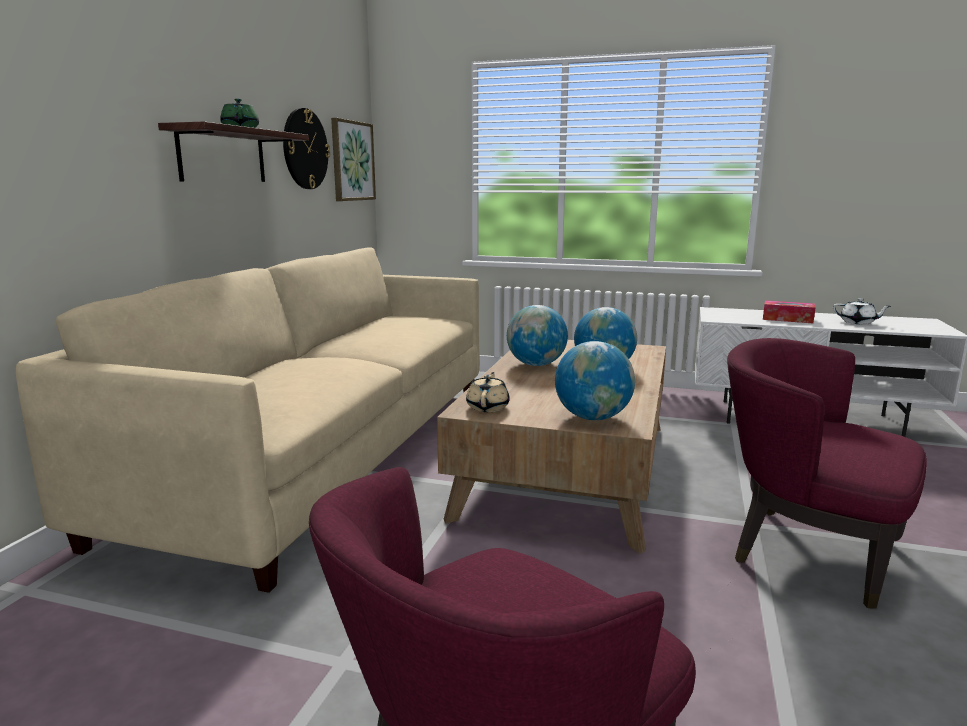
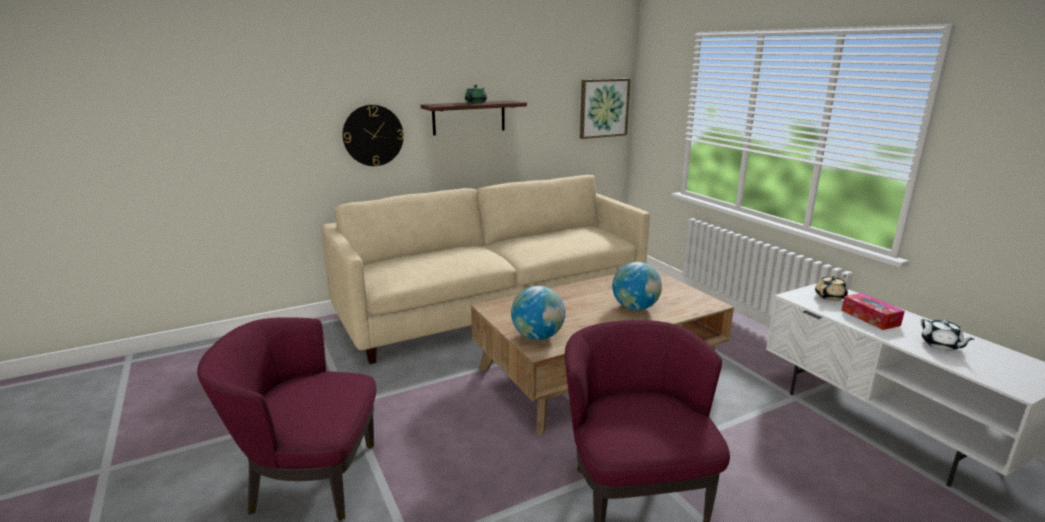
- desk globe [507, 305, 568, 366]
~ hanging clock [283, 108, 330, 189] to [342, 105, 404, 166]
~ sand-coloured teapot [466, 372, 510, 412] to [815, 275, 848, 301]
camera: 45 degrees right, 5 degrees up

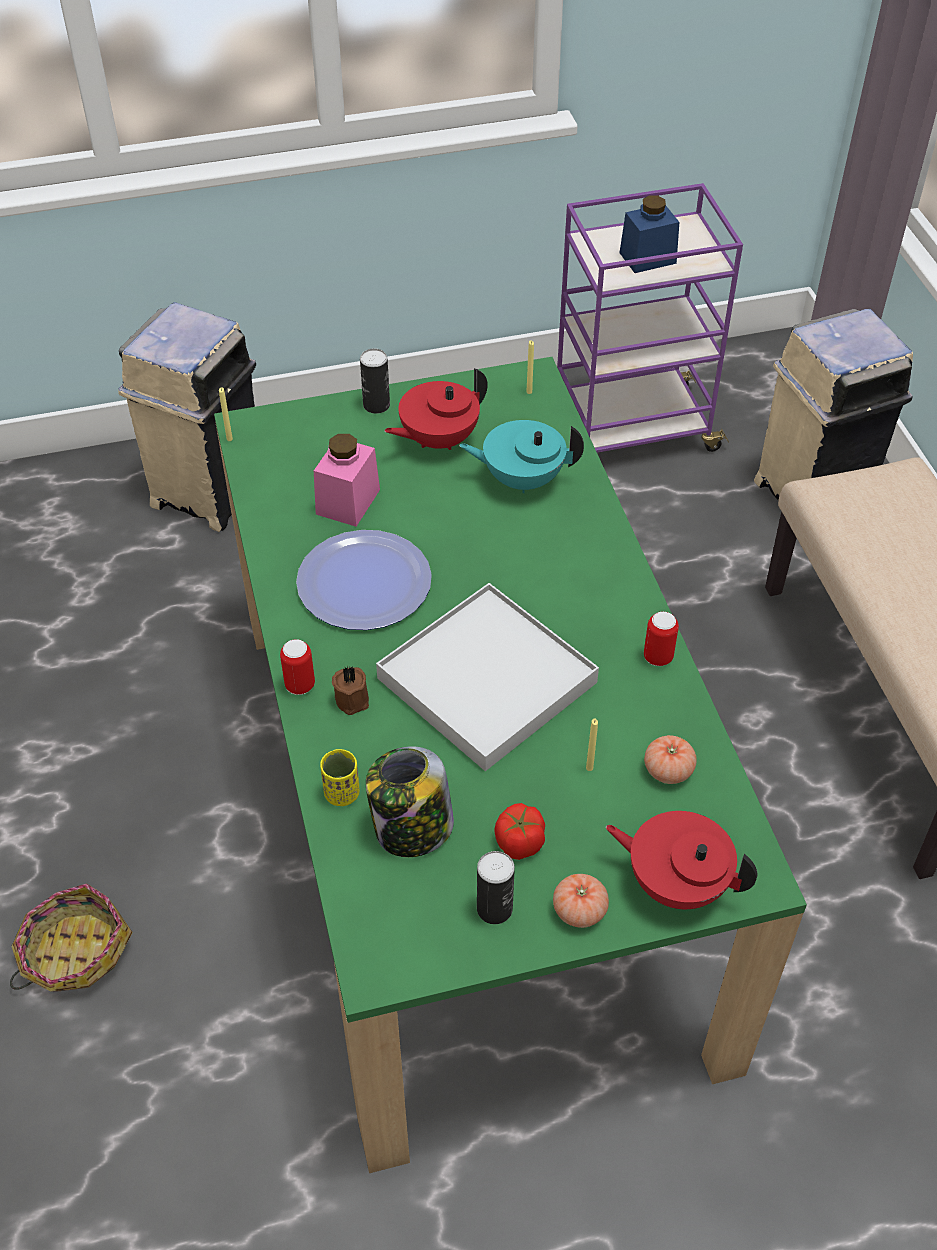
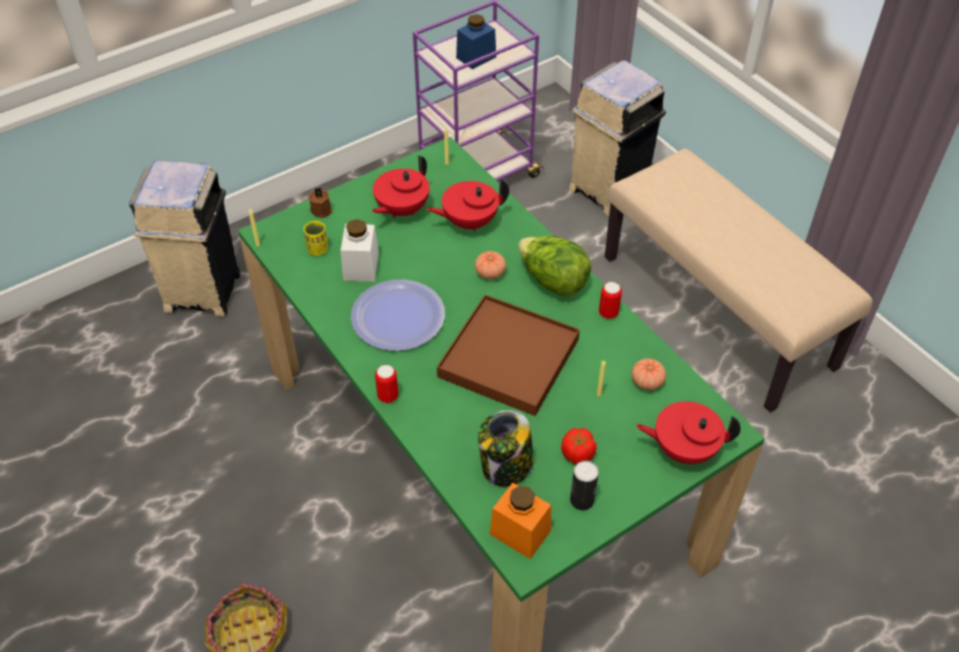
- sealed can [360, 348, 390, 414]
+ orange jar [490, 483, 551, 559]
+ lettuce [518, 236, 591, 296]
~ yellowish drinking cup [320, 749, 360, 806] to [304, 221, 328, 256]
~ brownish candle [332, 666, 369, 715] to [308, 188, 332, 218]
~ tomato [553, 874, 609, 928] to [475, 251, 506, 279]
~ pink jar [314, 434, 380, 527] to whitish jar [340, 219, 379, 282]
~ whitish serving tray [376, 583, 599, 771] to brownish serving tray [437, 295, 580, 416]
~ turquoise-coloured teapot [459, 420, 584, 493] to reddish teapot [427, 178, 509, 231]
camera: 20 degrees left, 0 degrees up

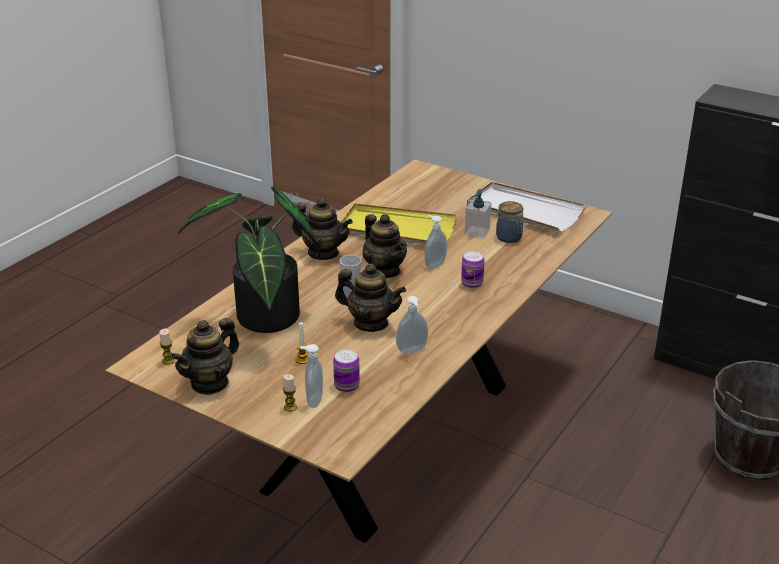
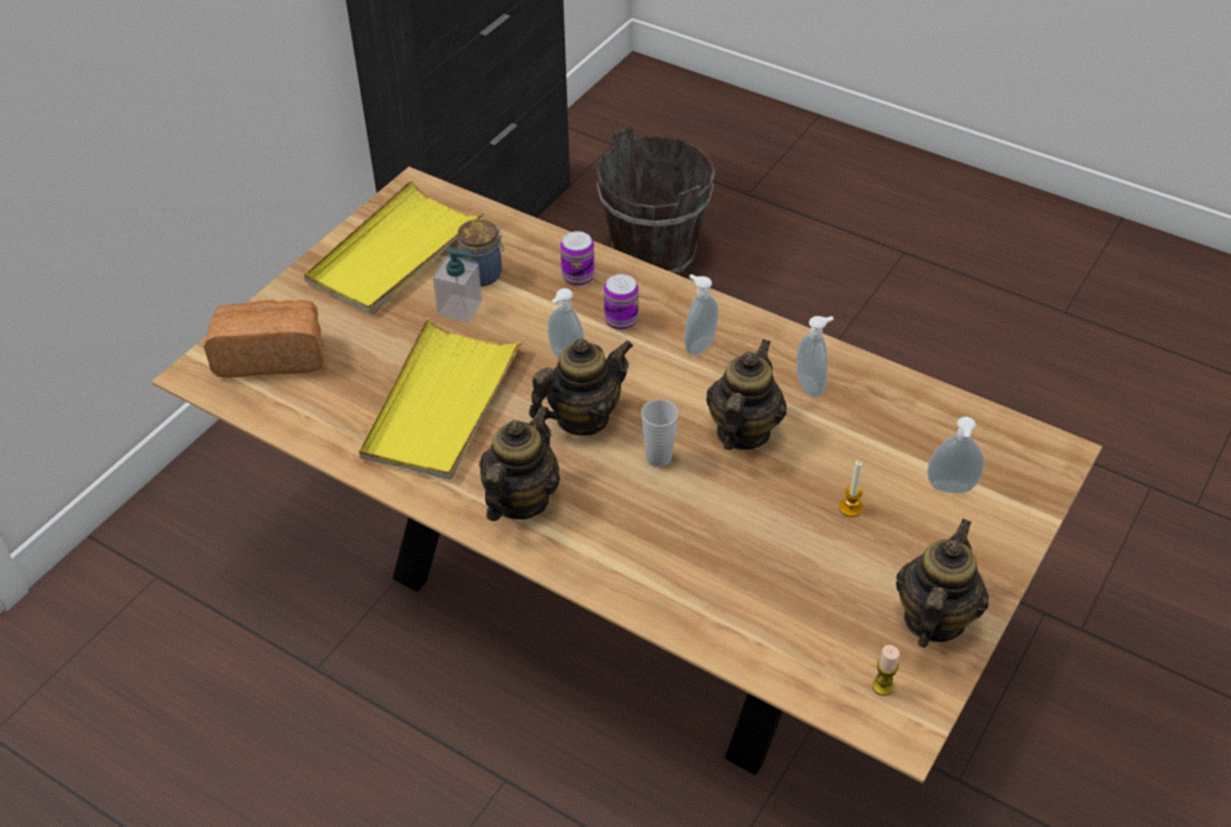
- plant in a pot [178, 187, 320, 333]
- candle [283, 374, 297, 411]
+ bread [204, 300, 324, 378]
+ soap bottle [684, 274, 718, 356]
~ sealed can [333, 350, 360, 392] to [560, 231, 595, 286]
~ whitish serving tray [467, 182, 586, 232] to yellowish serving tray [304, 179, 485, 315]
~ teapot [171, 318, 239, 395] = [896, 519, 989, 648] 105 degrees counterclockwise
camera: 90 degrees left, 15 degrees up

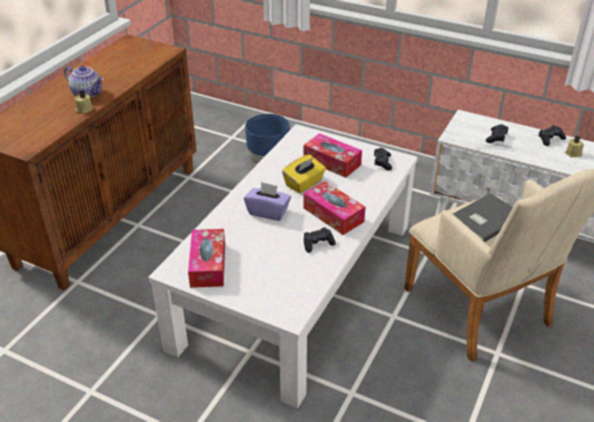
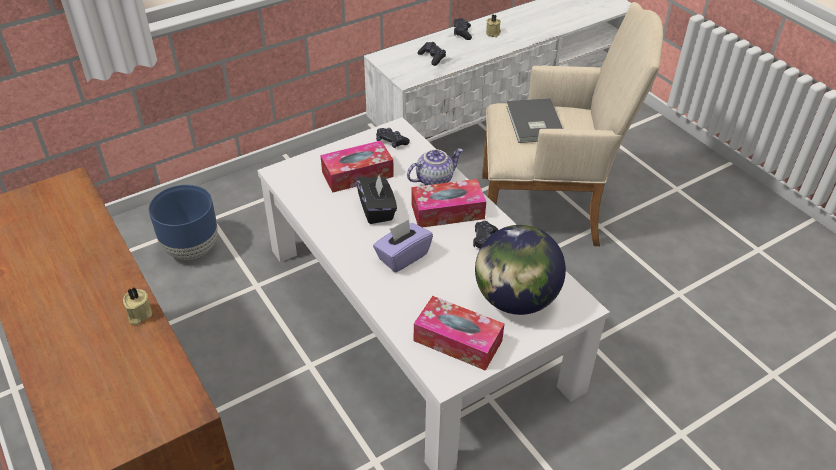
+ desk globe [475, 225, 566, 315]
~ teapot [64, 66, 103, 98] to [407, 148, 463, 185]
~ yellowish box of tissues [282, 155, 326, 194] to blackish box of tissues [356, 173, 397, 224]
camera: 60 degrees left, 5 degrees up

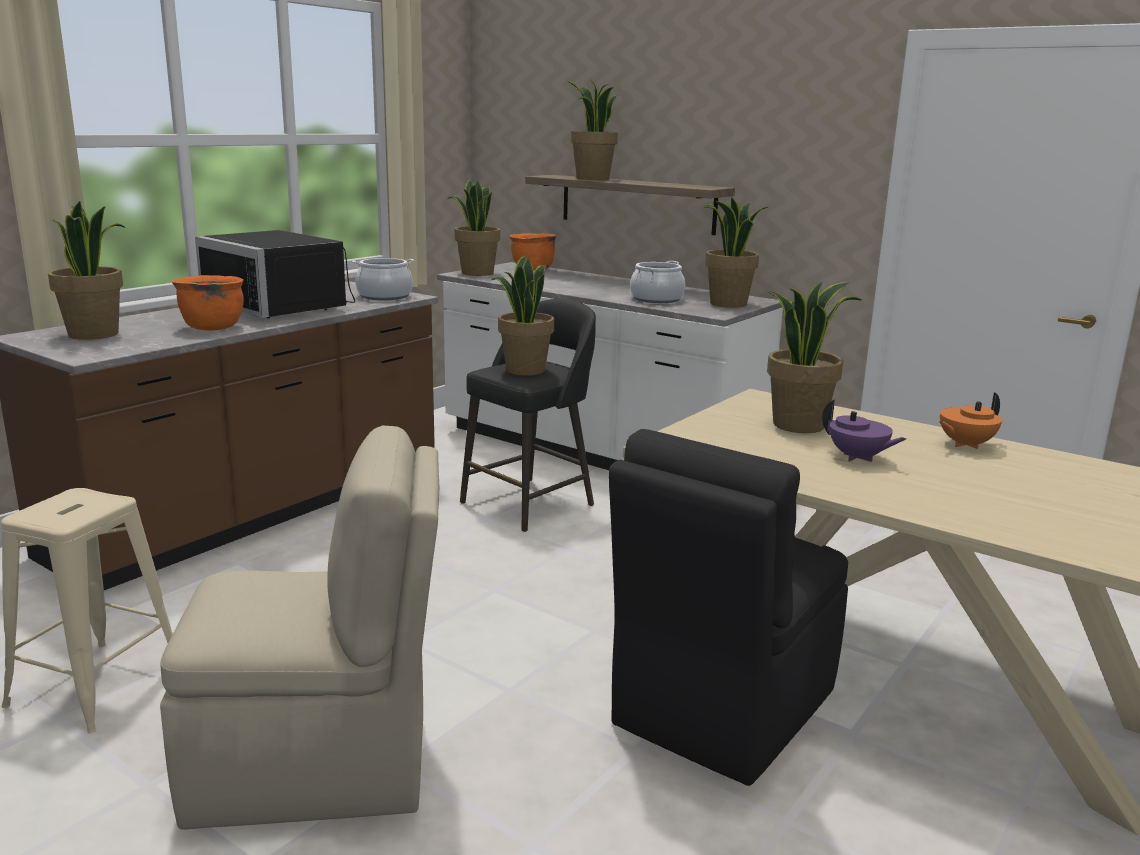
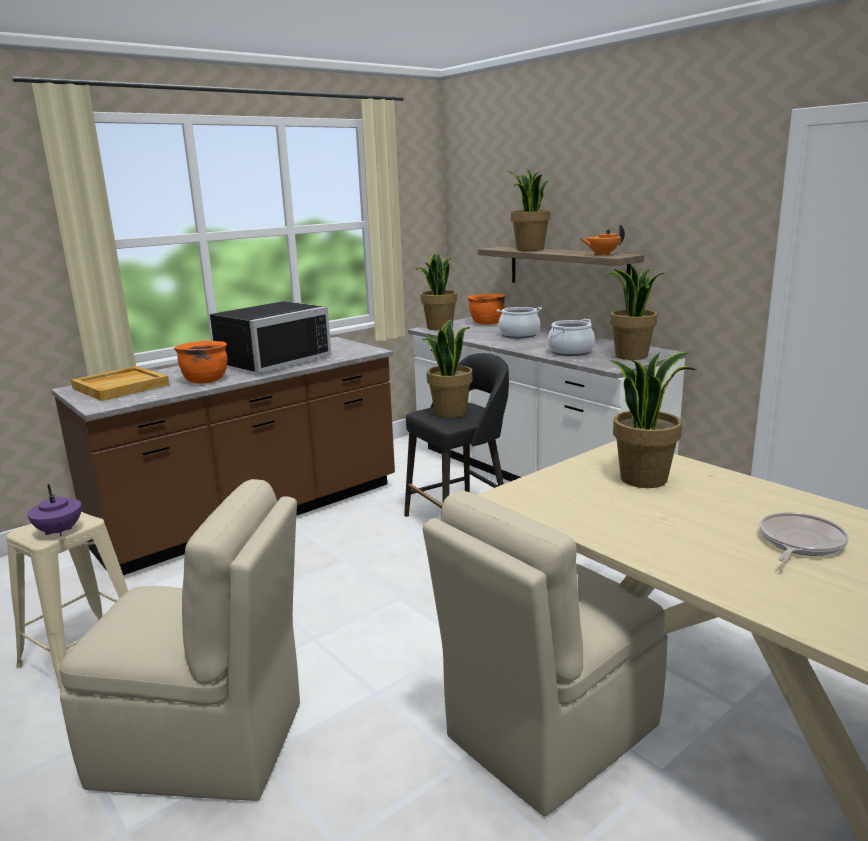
+ frying pan [760, 512, 849, 562]
~ saucepot [352, 258, 415, 301] to [497, 307, 542, 339]
~ purple teapot [822, 400, 906, 462] to [27, 484, 82, 536]
~ orange teapot [938, 392, 1002, 449] to [581, 224, 625, 256]
~ plant in a pot [48, 201, 126, 340] to sand-coloured serving tray [71, 366, 169, 401]
~ blackish upright chair [609, 429, 848, 786] to sand-coloured upright chair [423, 491, 668, 816]
~ blackish microwave [195, 230, 355, 319] = [210, 301, 331, 373] 105 degrees counterclockwise
camera: 15 degrees right, 0 degrees up

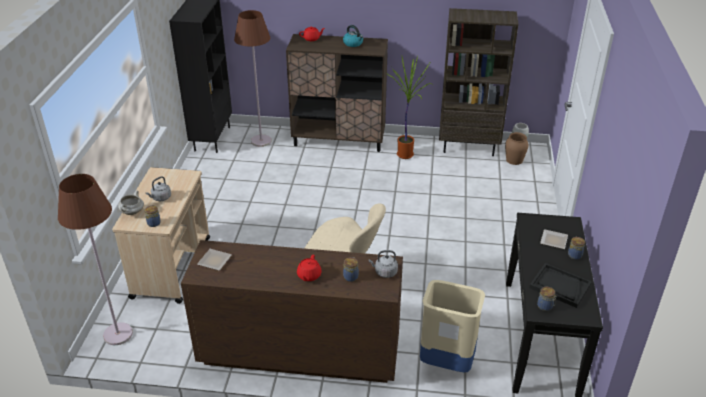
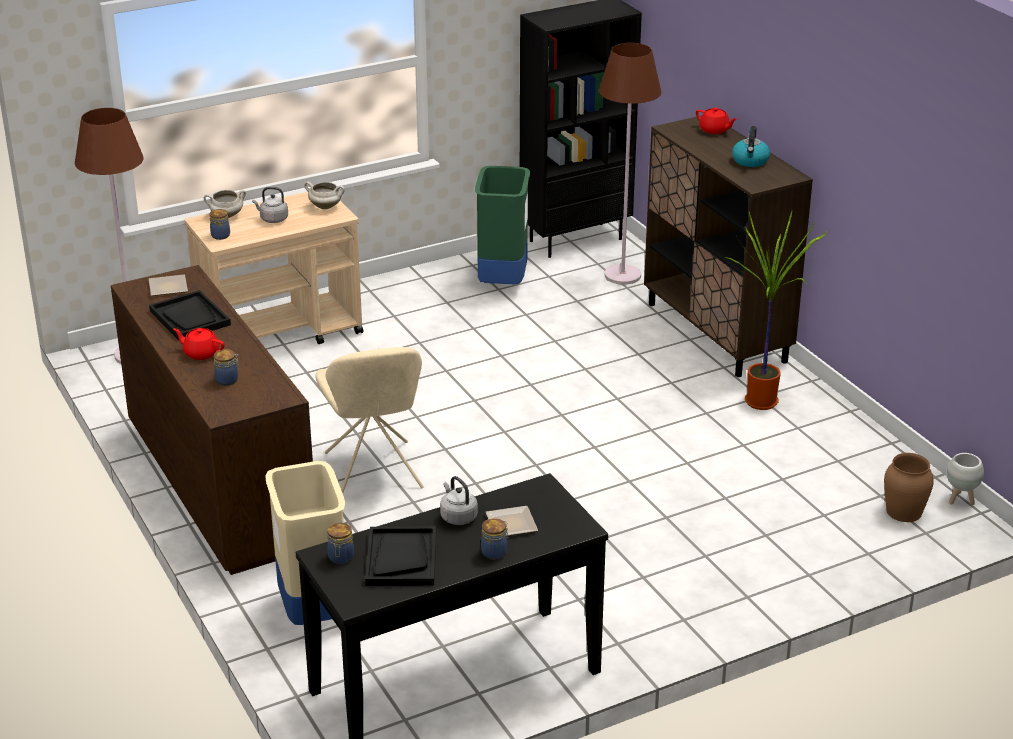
- brownish bookcase [439, 8, 518, 156]
+ blackish serving tray [149, 290, 231, 340]
+ whitish saucepot [304, 181, 345, 209]
+ green trash can [475, 166, 530, 284]
~ gray tea kettle [369, 250, 398, 278] to [440, 476, 478, 525]
~ reddish teapot [297, 255, 322, 281] = [173, 328, 225, 360] 45 degrees clockwise
camera: 55 degrees right, 5 degrees down

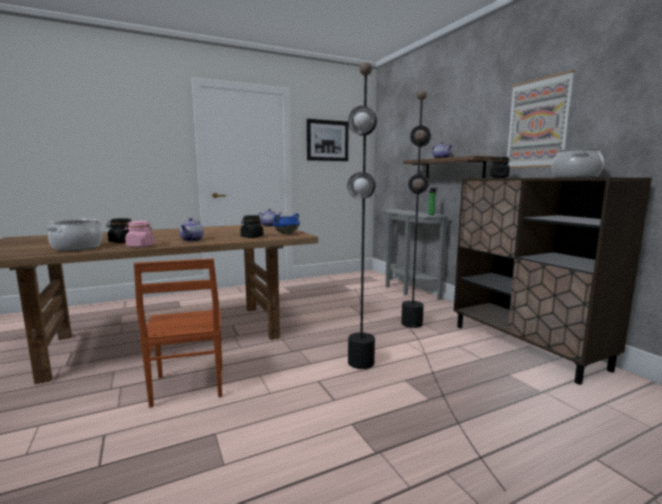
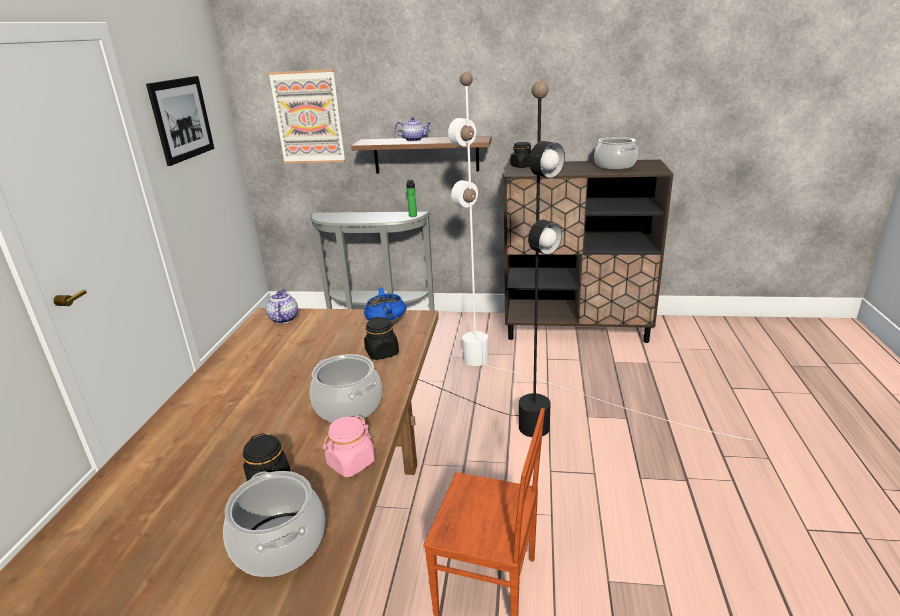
~ wall art [507, 70, 575, 168] to [268, 69, 345, 163]
~ teapot [179, 218, 204, 241] to saucepot [309, 354, 382, 423]
~ blackish standing lamp [401, 90, 506, 491] to whitish standing lamp [448, 72, 751, 440]
camera: 55 degrees left, 15 degrees up

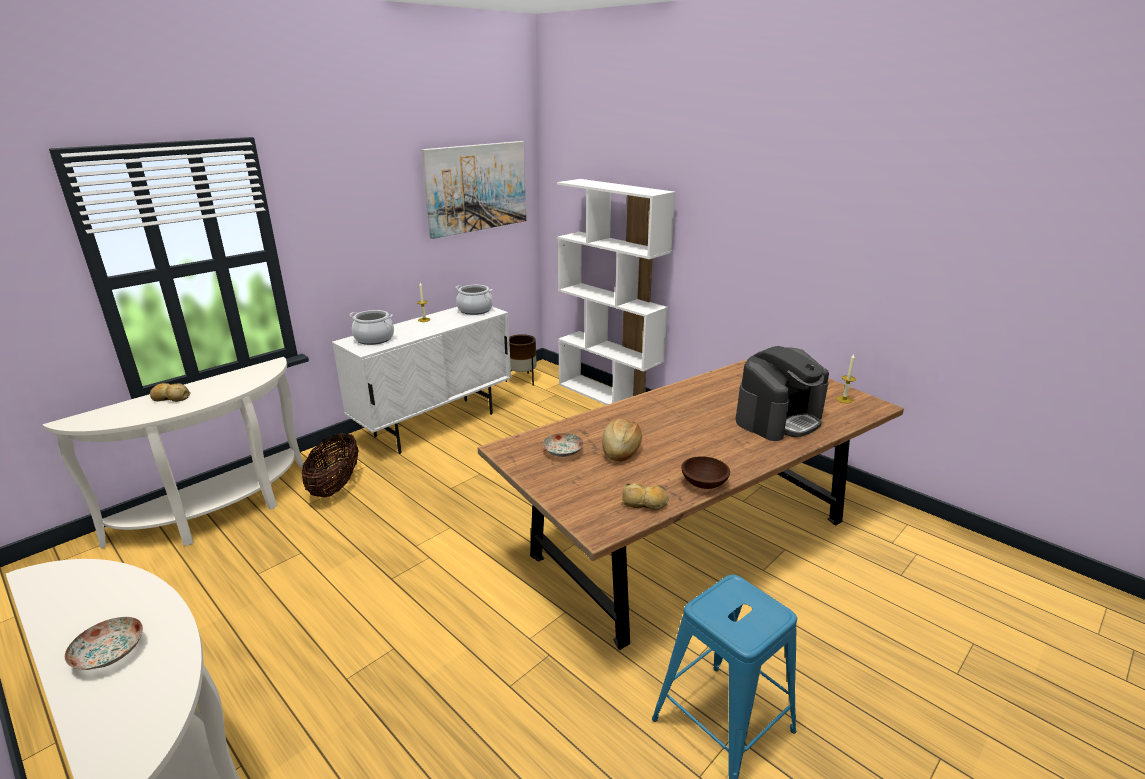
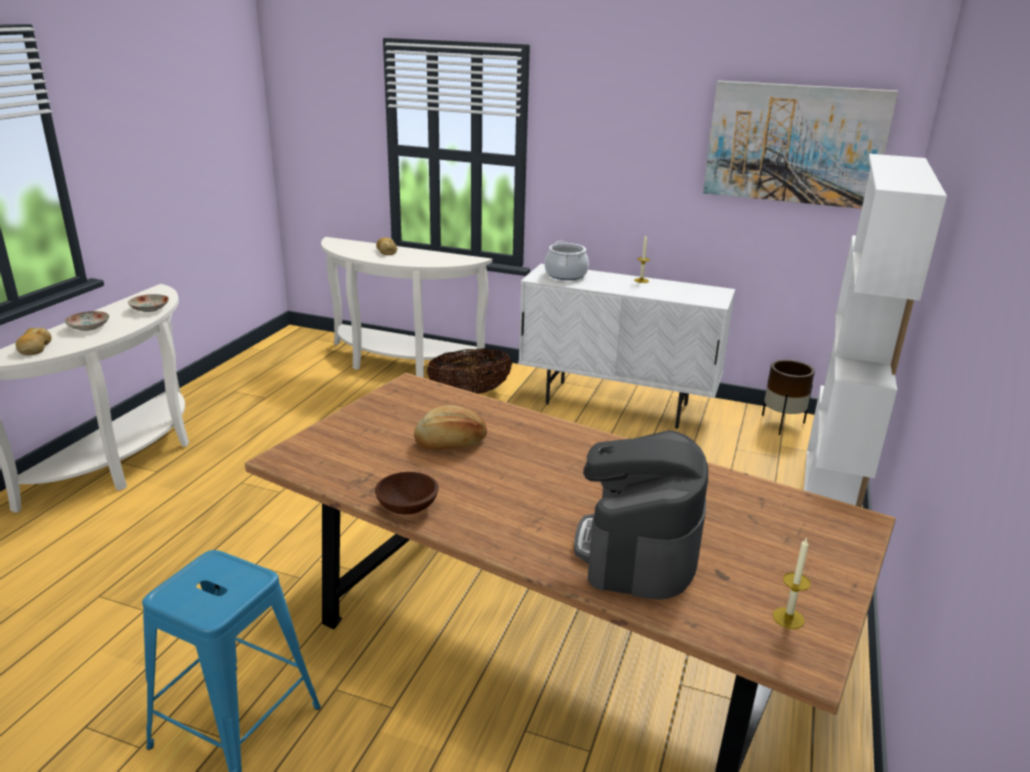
- saucepot [455, 285, 493, 315]
~ plate [543, 433, 584, 457] to [128, 294, 169, 312]
~ bread [622, 483, 668, 510] to [16, 327, 52, 355]
~ coffee brewer [736, 346, 829, 441] = [574, 430, 708, 600] 75 degrees clockwise
camera: 65 degrees right, 0 degrees up

